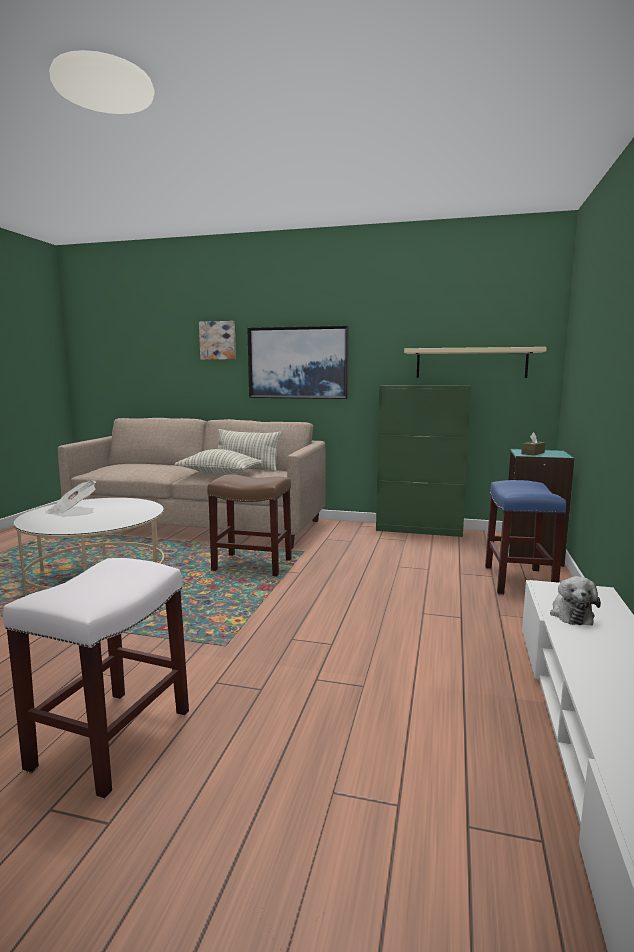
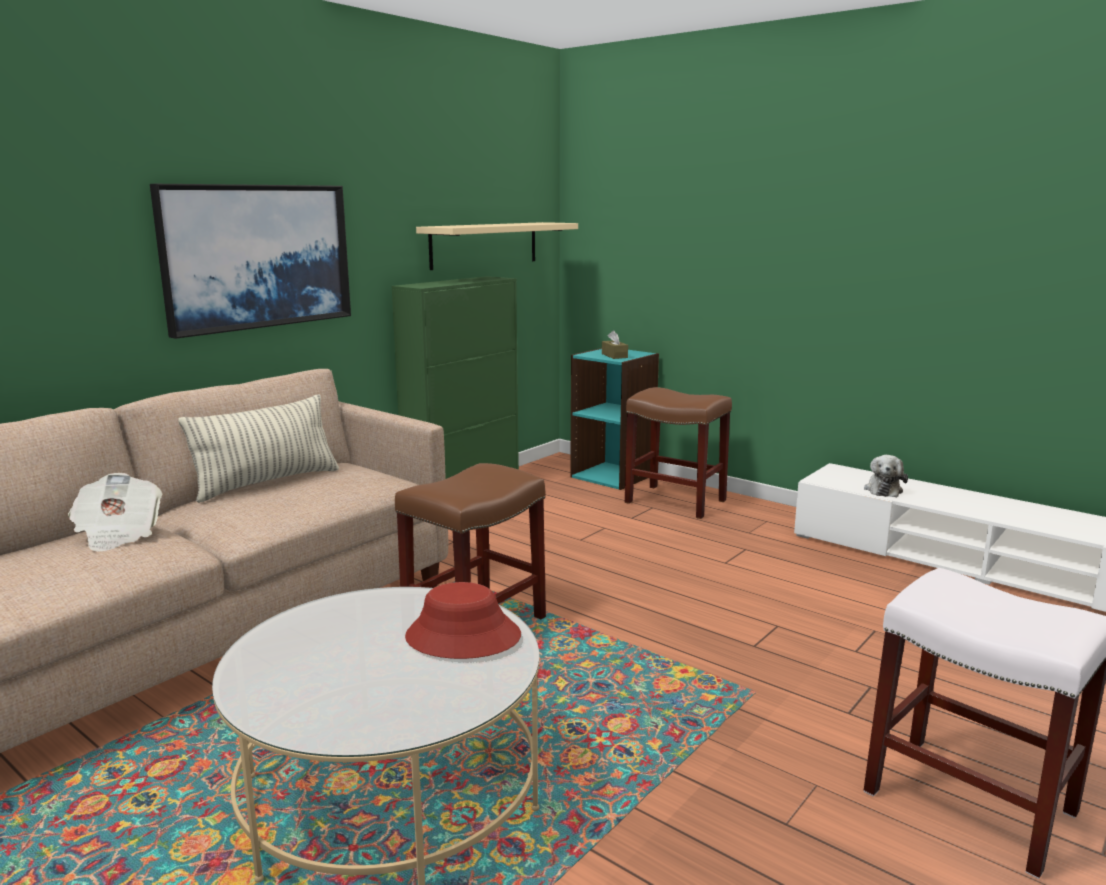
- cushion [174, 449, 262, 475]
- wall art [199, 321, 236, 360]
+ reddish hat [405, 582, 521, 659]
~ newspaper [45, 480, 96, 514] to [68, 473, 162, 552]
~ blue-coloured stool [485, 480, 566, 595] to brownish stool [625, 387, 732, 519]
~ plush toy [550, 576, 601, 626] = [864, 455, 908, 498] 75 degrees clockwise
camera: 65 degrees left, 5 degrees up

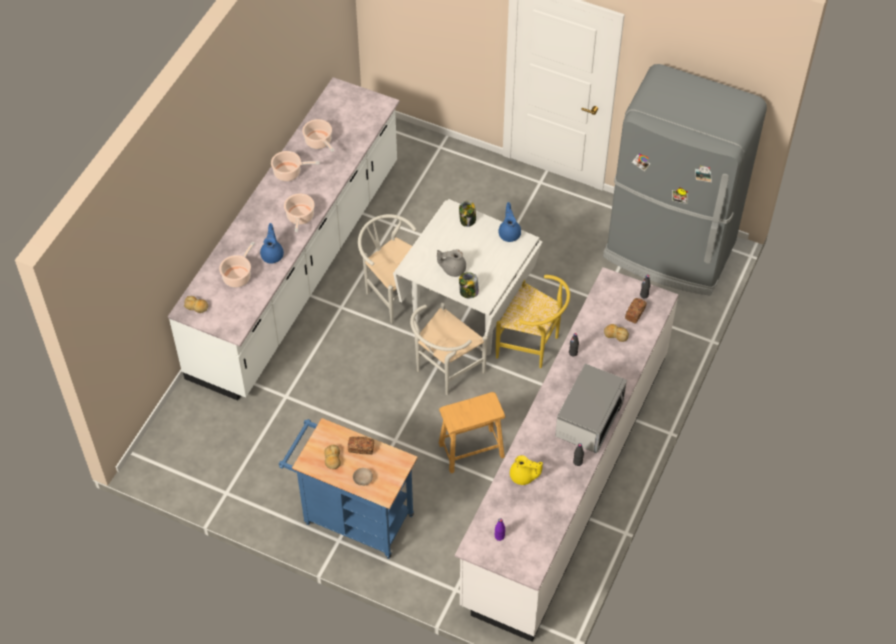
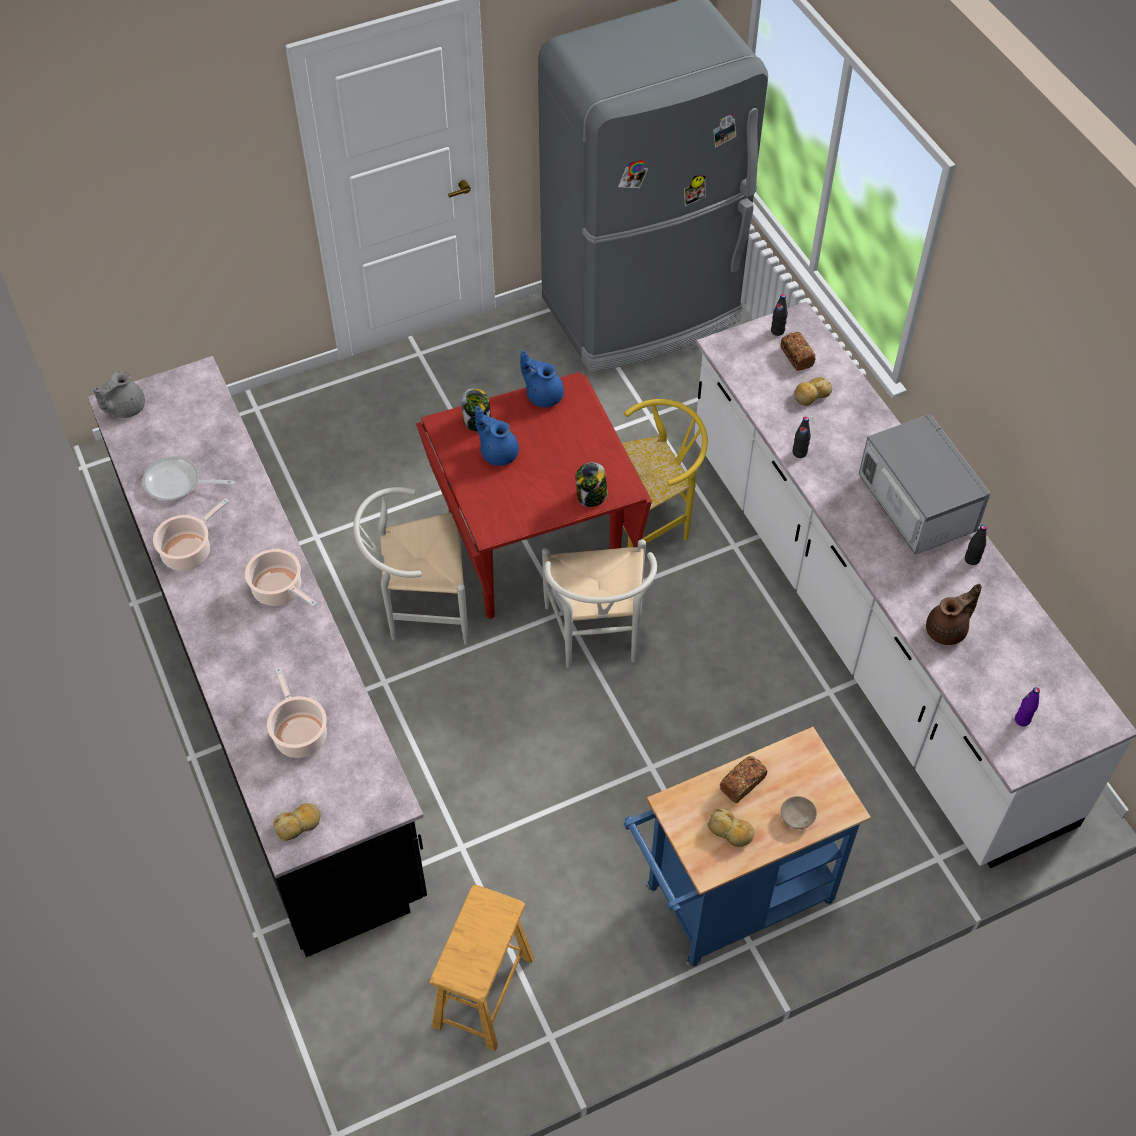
~ blue-coloured teapot [260, 223, 284, 264] to [475, 406, 519, 466]
~ gray teapot [437, 249, 466, 277] to [93, 371, 145, 418]
~ brownish stool [439, 392, 505, 473] to [430, 885, 534, 1051]
~ saucepot [302, 119, 334, 152] to frying pan [143, 456, 235, 501]
~ whitish kitchen base unit [168, 77, 399, 401] to blackish kitchen base unit [88, 356, 427, 957]
~ whitish dining table [393, 199, 542, 355] to reddish dining table [416, 372, 652, 619]
~ yellowish teapot [510, 455, 543, 485] to brownish teapot [926, 584, 982, 645]
camera: 50 degrees left, 0 degrees up

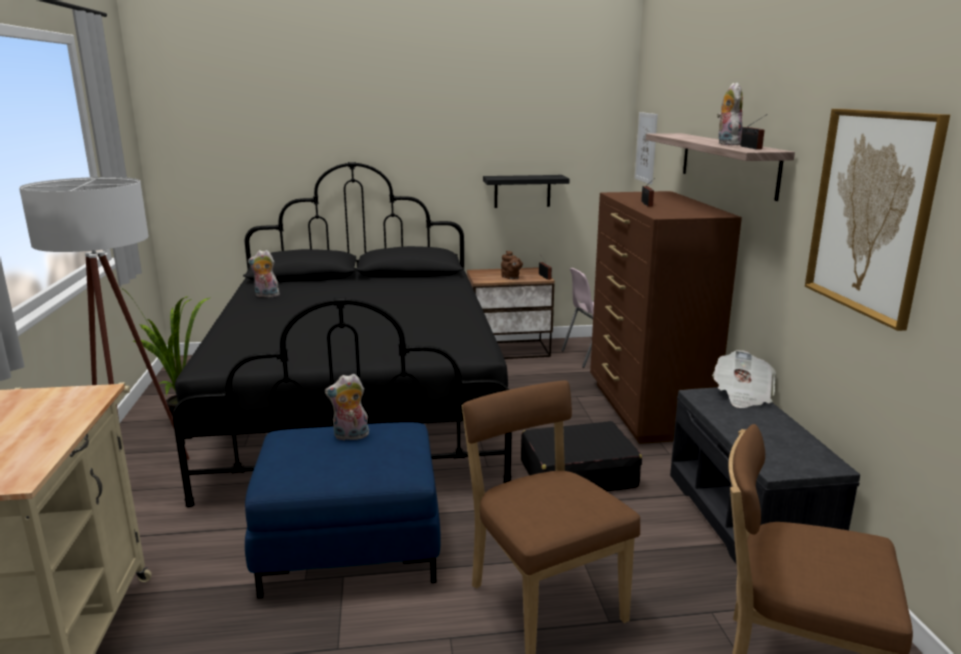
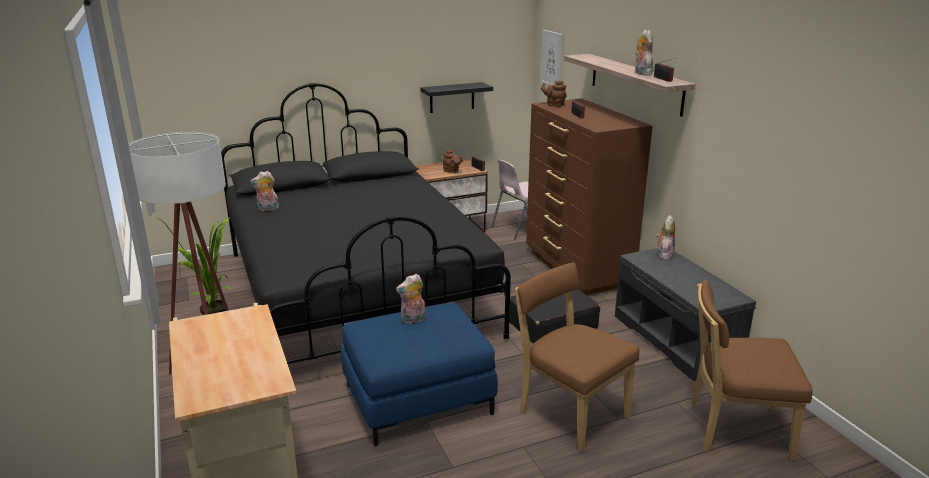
- wall art [805, 109, 950, 331]
+ brownish teapot [541, 81, 567, 107]
~ newspaper [713, 350, 776, 408] to plush toy [657, 215, 675, 260]
camera: 15 degrees left, 5 degrees up

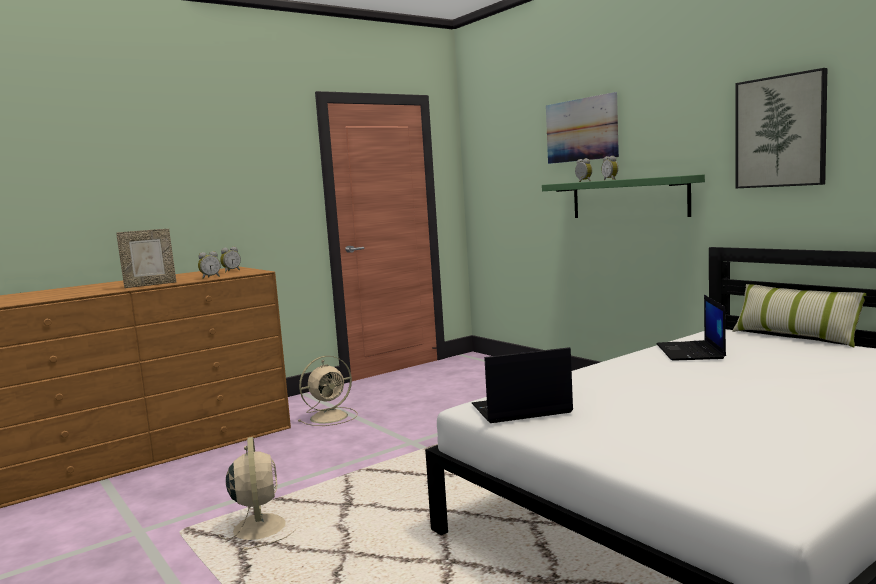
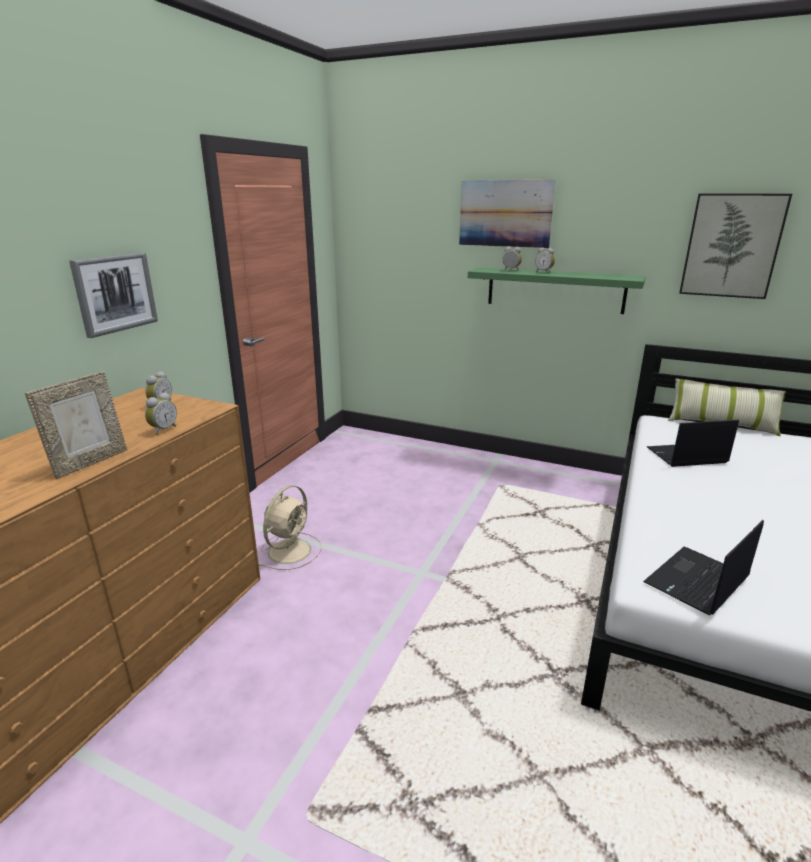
- sand-coloured fan [219, 437, 296, 551]
+ wall art [69, 252, 158, 338]
~ portable computer [657, 295, 726, 361] = [647, 420, 739, 467] 105 degrees clockwise
camera: 30 degrees left, 15 degrees up

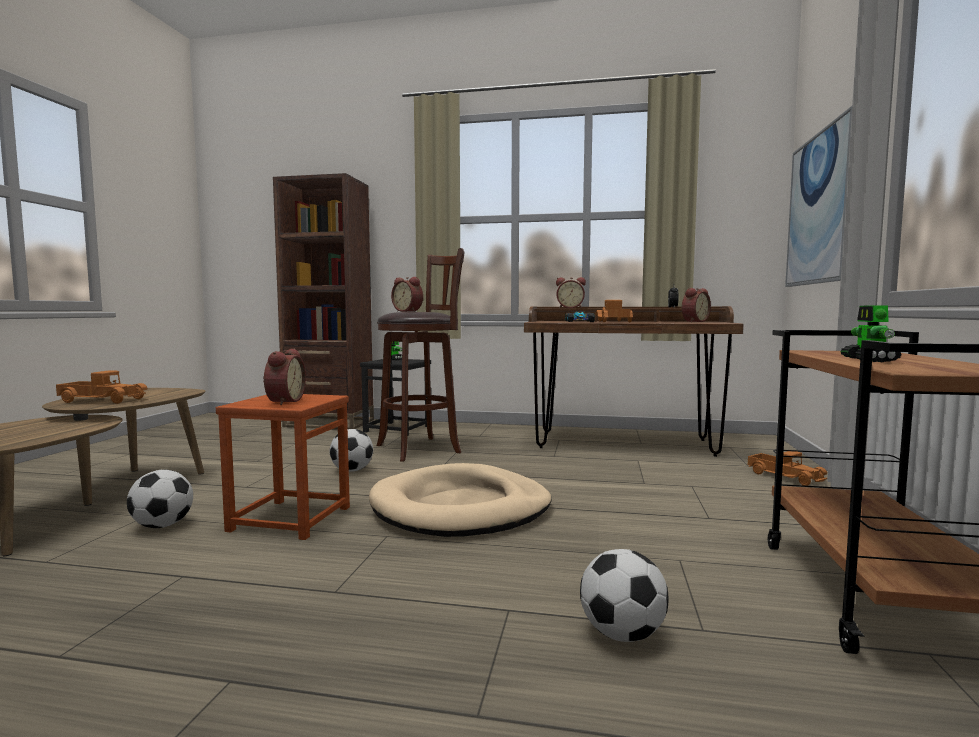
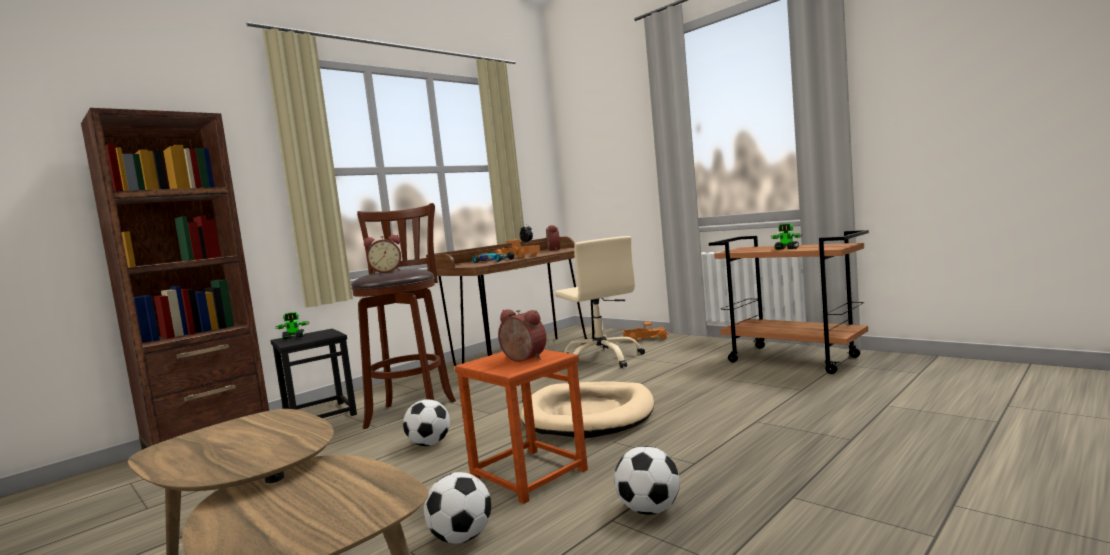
- toy truck [56, 370, 147, 404]
- alarm clock [556, 277, 586, 308]
- wall art [785, 106, 852, 287]
+ sand-coloured desk chair [555, 236, 645, 368]
~ football [580, 549, 668, 642] to [614, 446, 680, 515]
camera: 55 degrees left, 0 degrees up

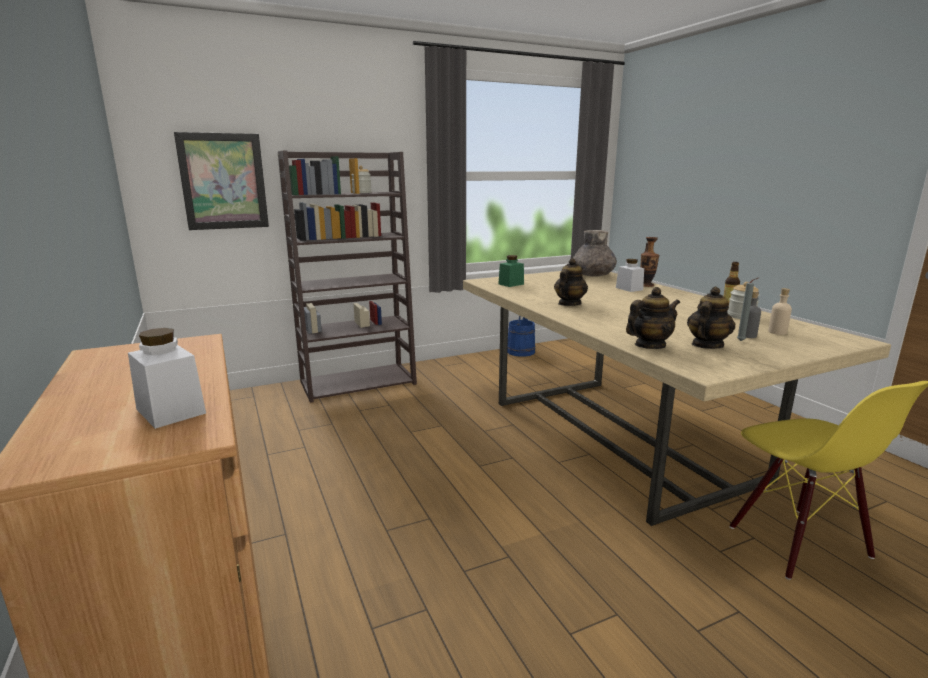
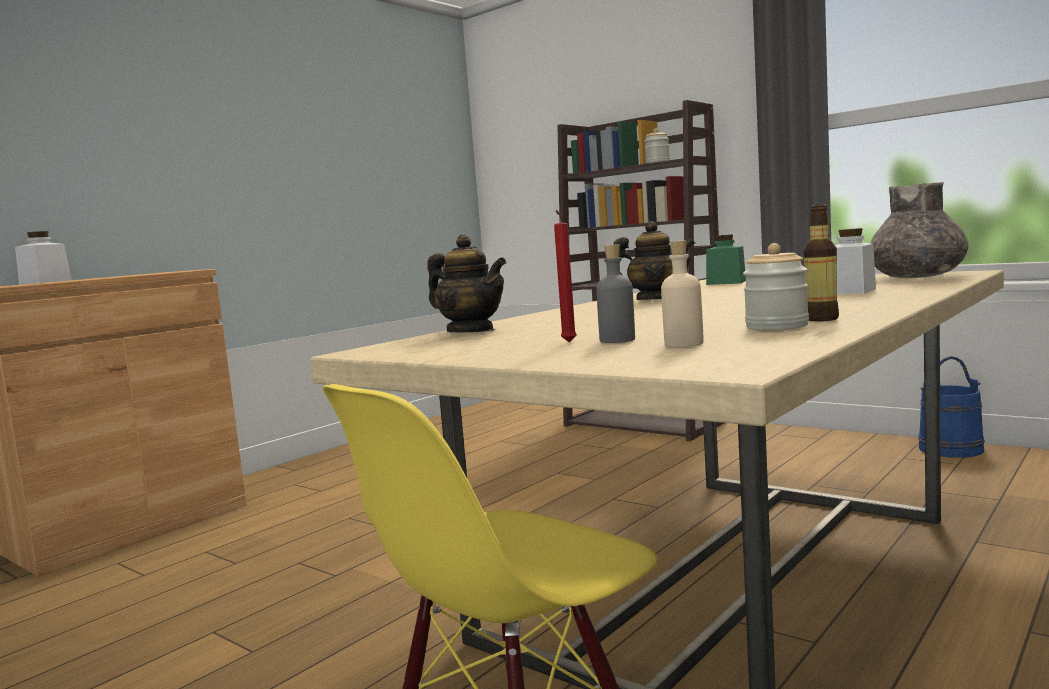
- wall art [174, 132, 269, 230]
- vase [641, 237, 659, 287]
- teapot [687, 287, 735, 349]
~ gray candle [737, 277, 759, 341] to reddish candle [554, 210, 577, 342]
camera: 65 degrees right, 10 degrees down

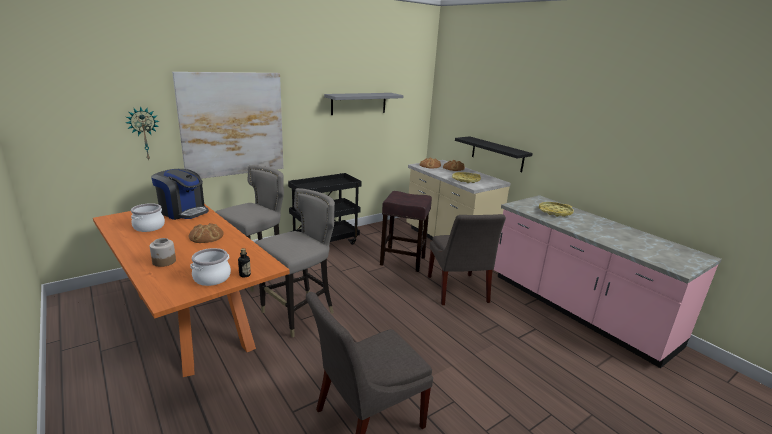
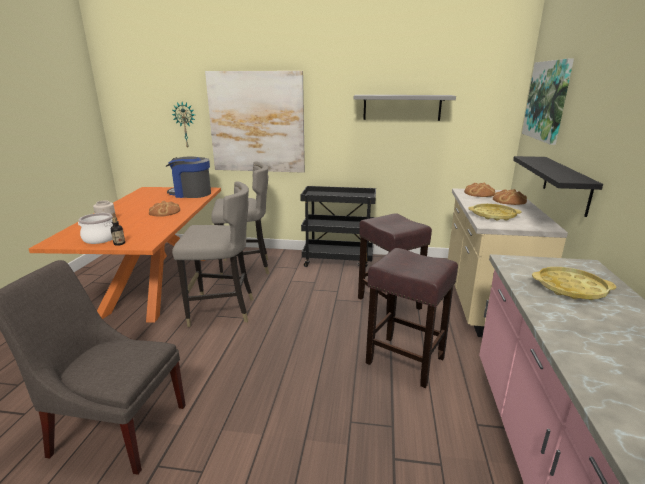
- saucepot [131, 203, 165, 232]
+ wall art [522, 58, 574, 145]
~ gray upright chair [428, 214, 506, 305] to brownish stool [366, 248, 458, 388]
~ coffee brewer [151, 169, 209, 220] = [166, 157, 211, 198] 120 degrees clockwise
camera: 45 degrees right, 0 degrees up

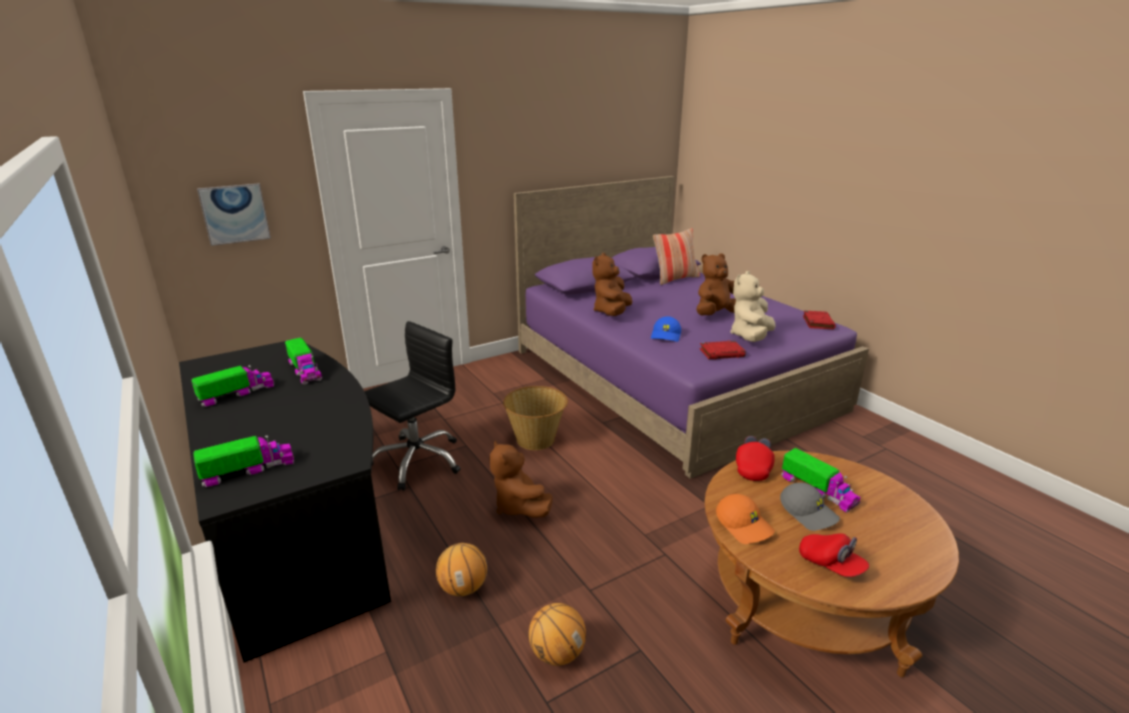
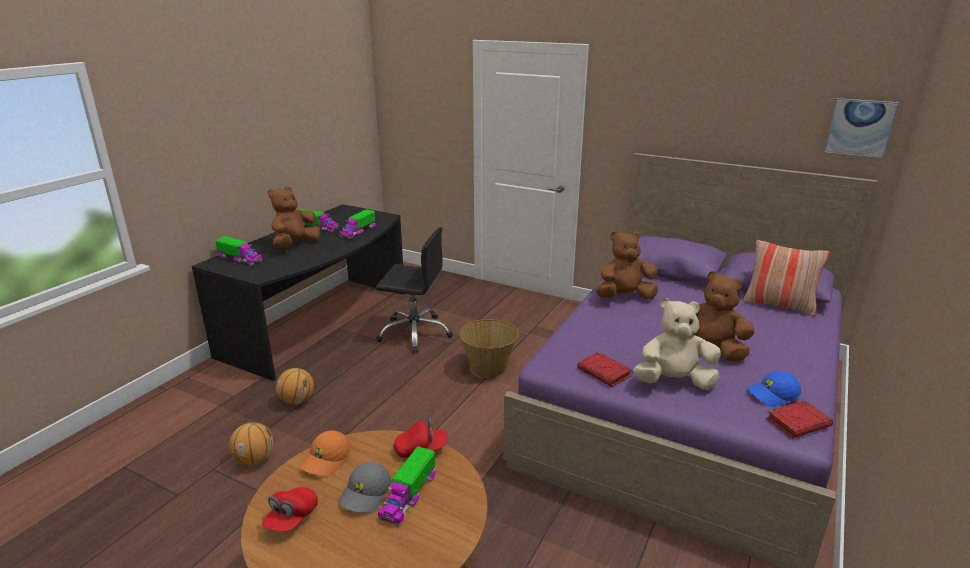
~ wall art [197, 183, 271, 246] to [823, 98, 899, 159]
~ brownish plush toy [489, 440, 553, 518] to [268, 186, 321, 249]
~ blue-coloured baseball cap [651, 316, 681, 342] to [747, 371, 801, 407]
camera: 60 degrees right, 0 degrees up

